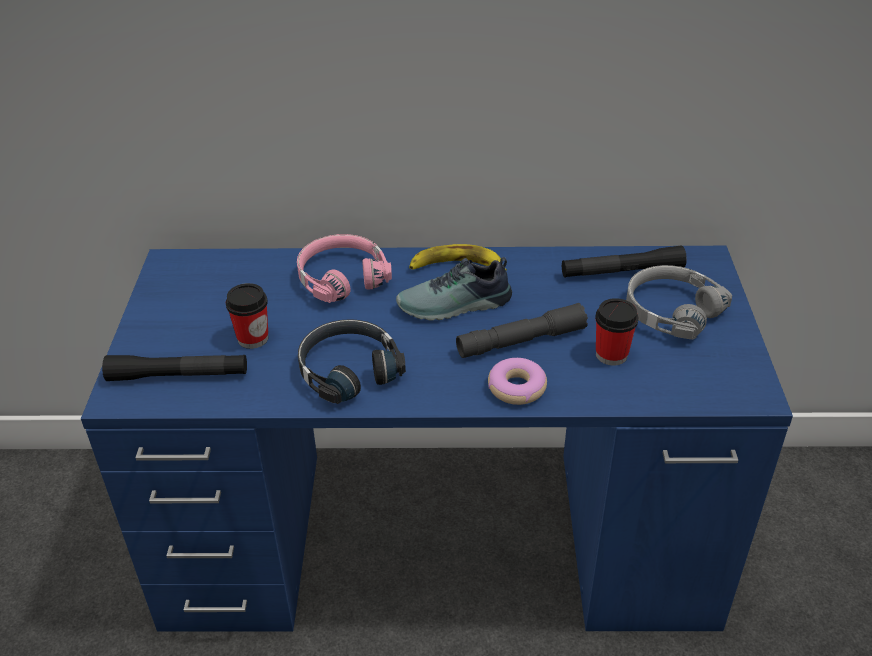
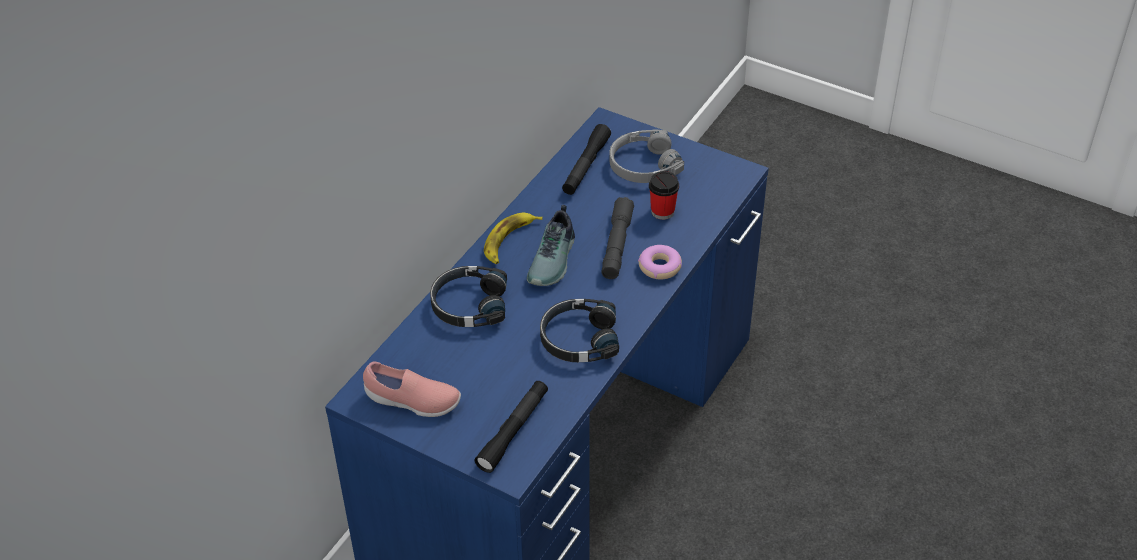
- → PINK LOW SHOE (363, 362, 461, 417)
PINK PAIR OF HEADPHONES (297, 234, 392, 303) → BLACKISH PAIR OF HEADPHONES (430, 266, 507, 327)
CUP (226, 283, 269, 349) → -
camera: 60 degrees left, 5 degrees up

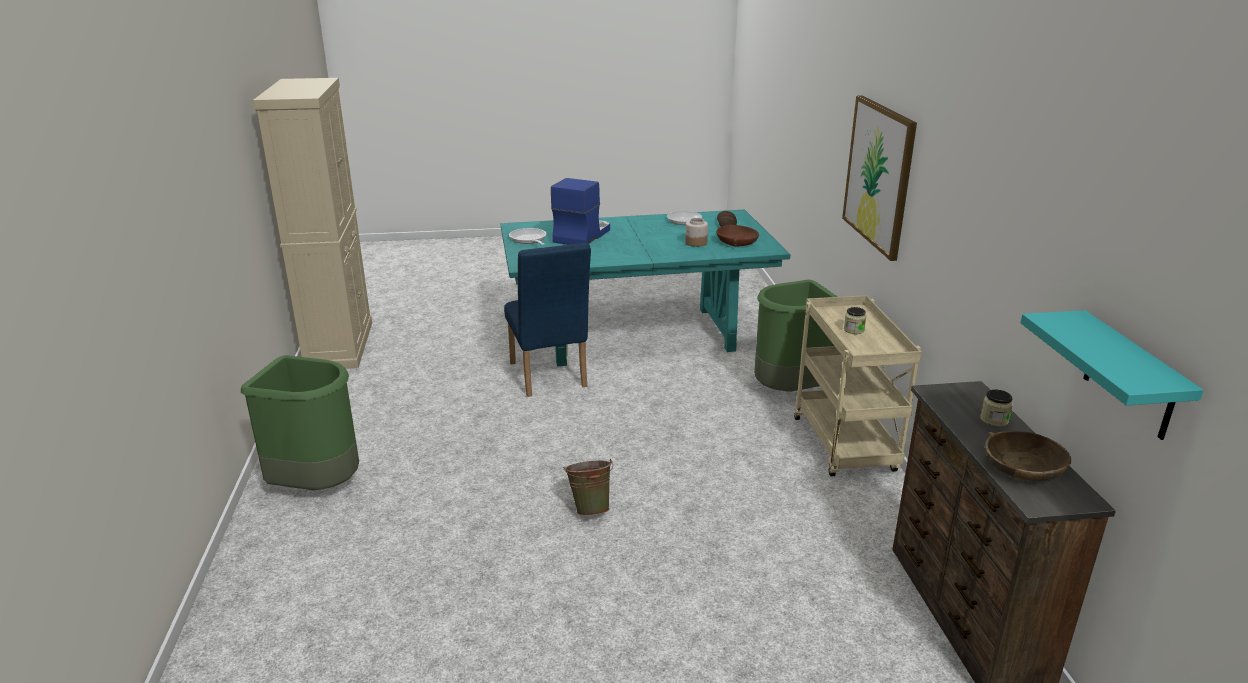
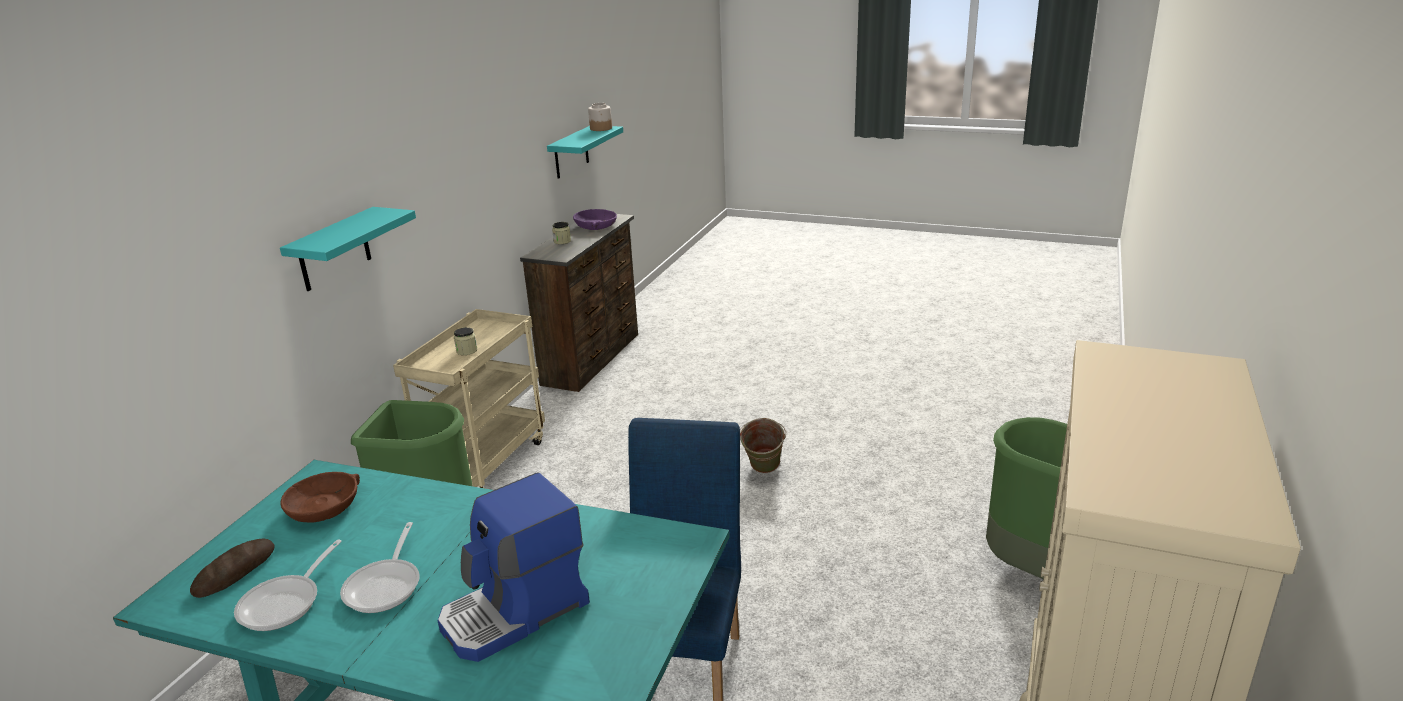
WALL PICTURE (842, 95, 917, 261) → TURQUOISE BRACKET SHELF (280, 207, 416, 291)
FRYING PAN (509, 228, 546, 245) → FRYING PAN (340, 522, 420, 613), moved
BROWN-COLOURED SERVING BOWL (985, 431, 1071, 481) → PURPLE SERVING BOWL (573, 209, 617, 230)
JAR (685, 218, 708, 247) → JAR (588, 103, 612, 131), moved
camera: 150 degrees left, 0 degrees up

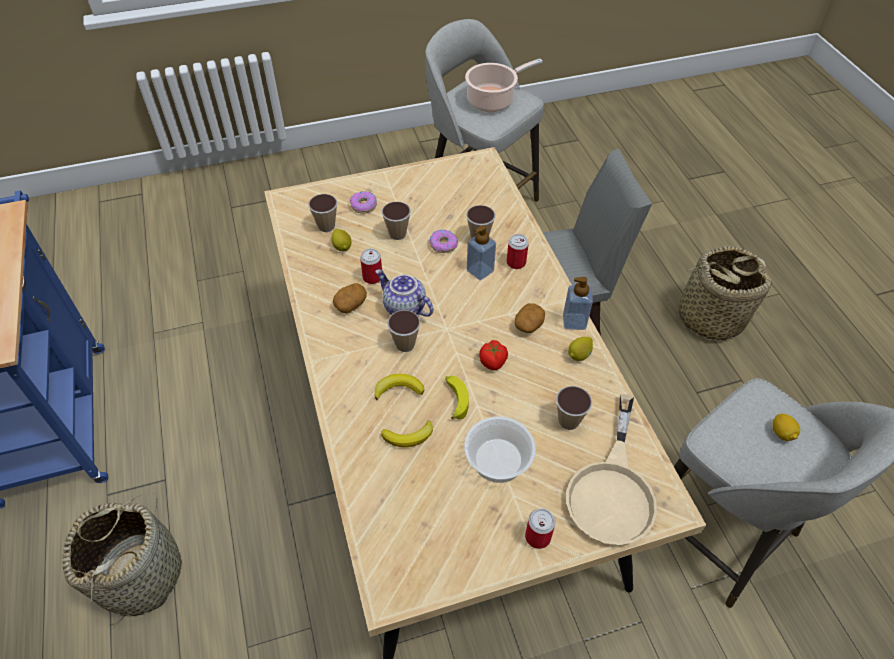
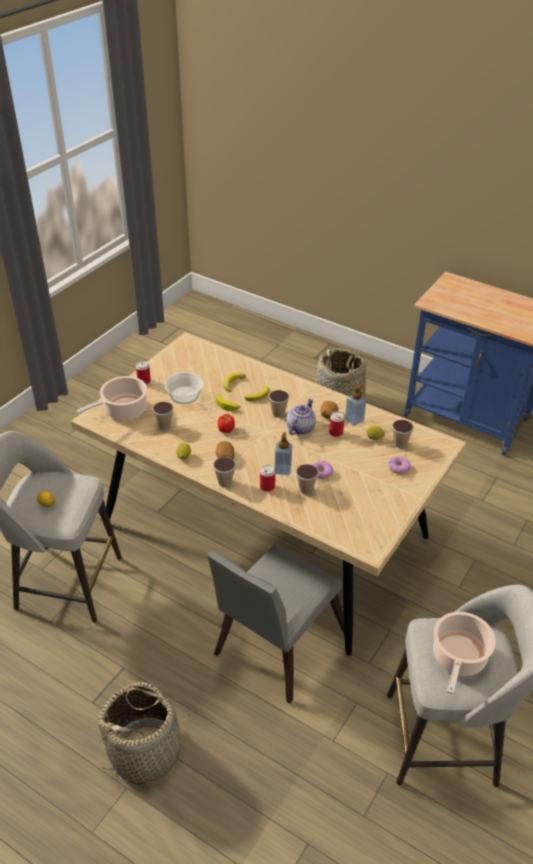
BEIGE FRYING PAN (566, 394, 657, 545) → STOCKPOT (77, 376, 147, 421)
CUP (382, 201, 411, 240) → CUP (213, 457, 236, 487), moved
POT FOR TEA (375, 269, 434, 317) → POT FOR TEA (286, 399, 316, 435), 60 degrees counterclockwise
SOAP DISPENSER (563, 277, 593, 330) → SOAP DISPENSER (345, 385, 366, 426), moved
camera: 140 degrees right, 10 degrees down

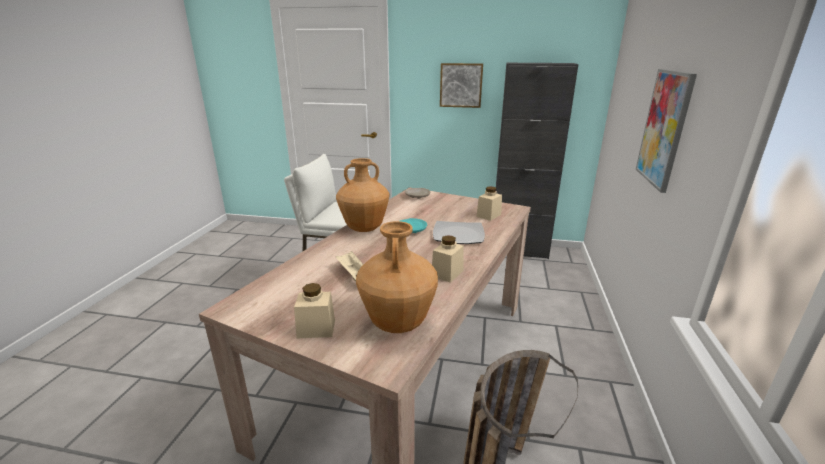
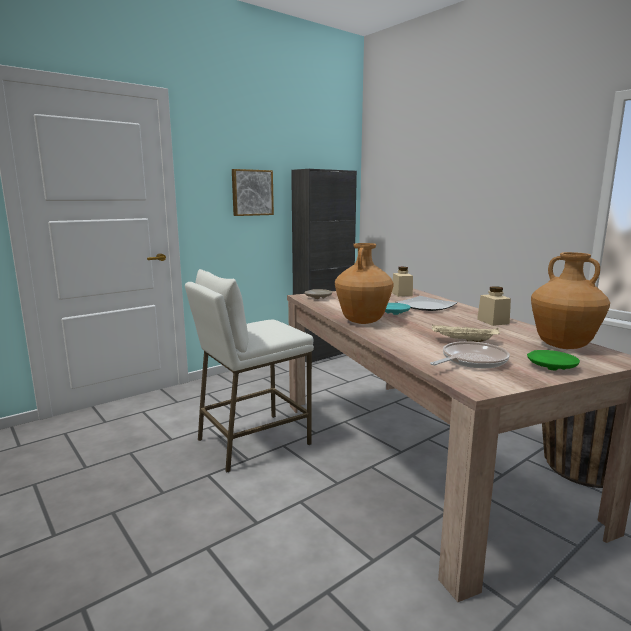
- → FRYING PAN (430, 341, 510, 368)
BEIGE JAR (294, 283, 335, 338) → GREEN-COLOURED FLAT DISH (527, 350, 580, 371)
WALL PICTURE (636, 69, 697, 193) → -
camera: 50 degrees left, 10 degrees down

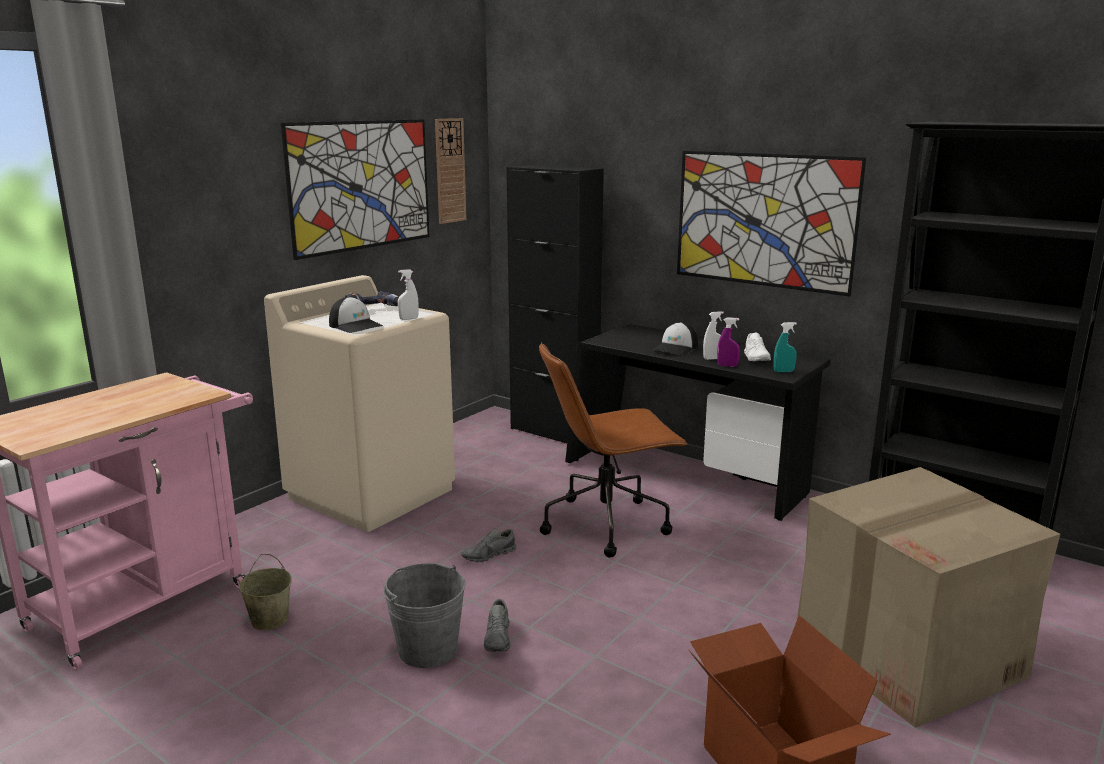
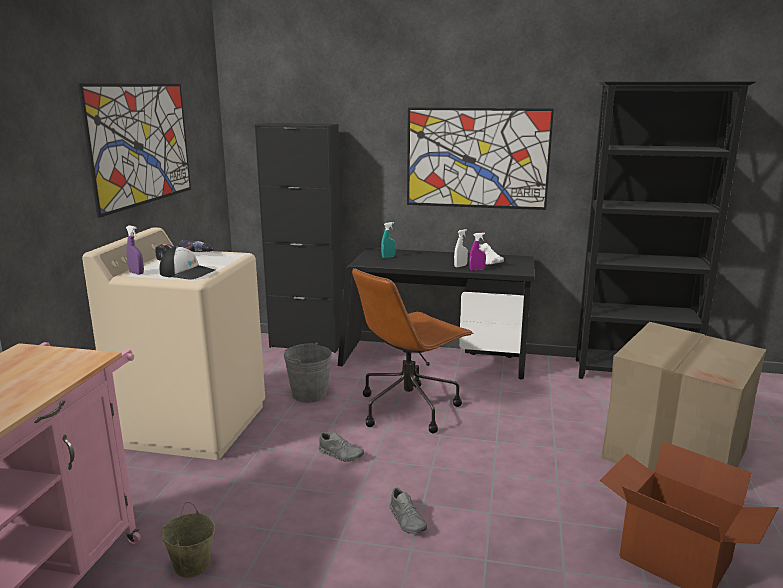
- → PURPLE SPRAY BOTTLE (126, 225, 144, 274)
GREYISH PAIL (384, 563, 465, 668) → GREYISH PAIL (284, 342, 332, 402), moved
GREYISH LOW SHOE (462, 528, 516, 562) → GREYISH LOW SHOE (318, 432, 364, 462), 90 degrees counterclockwise
TURQUOISE SPRAY BOTTLE (773, 322, 797, 372) → TURQUOISE SPRAY BOTTLE (381, 222, 396, 258), moved
WHITE SPRAY BOTTLE (398, 269, 419, 320) → -
HANGING CLOCK (435, 118, 466, 224) → -
BASEBALL CAP (653, 322, 698, 355) → -
camera: 25 degrees left, 0 degrees up

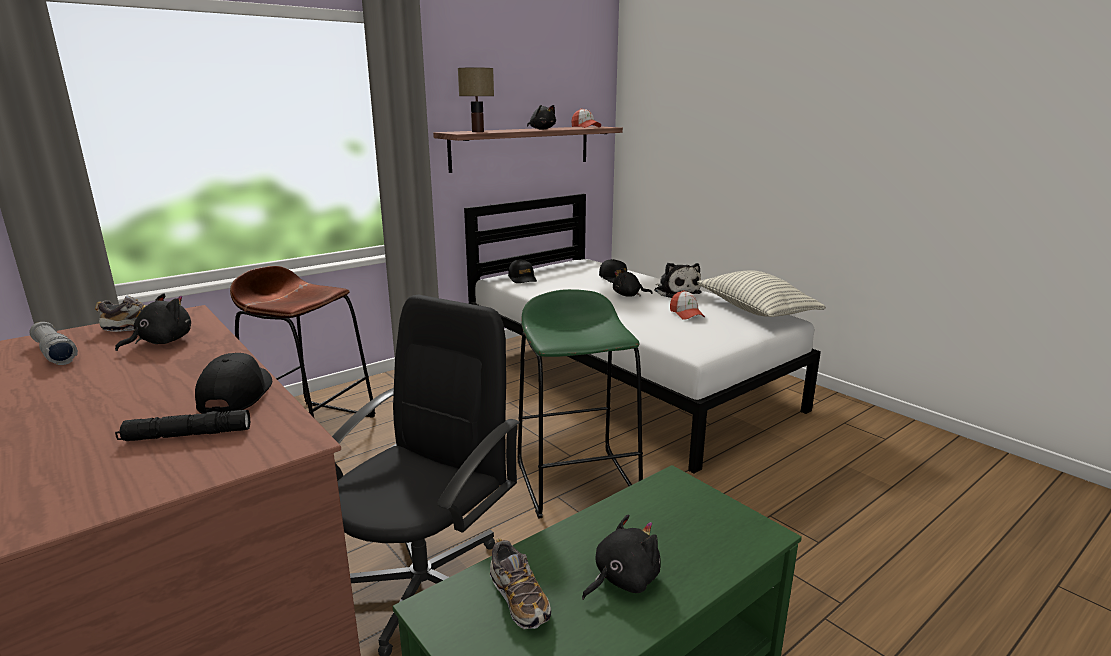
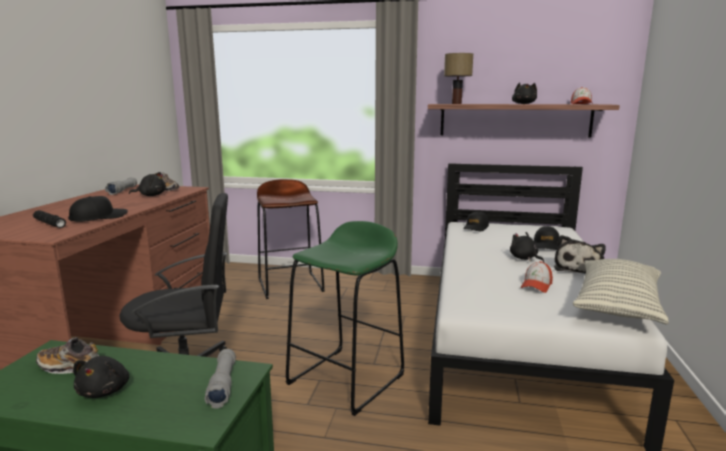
LOW SHOE (490, 538, 551, 629) → LOW SHOE (36, 337, 99, 374), 75 degrees clockwise
BLACKISH SOFT TOY (582, 514, 661, 600) → BLACKISH SOFT TOY (73, 356, 129, 398), 75 degrees clockwise
- → GREYISH HAND TORCH (205, 349, 236, 408)
camera: 50 degrees right, 5 degrees down

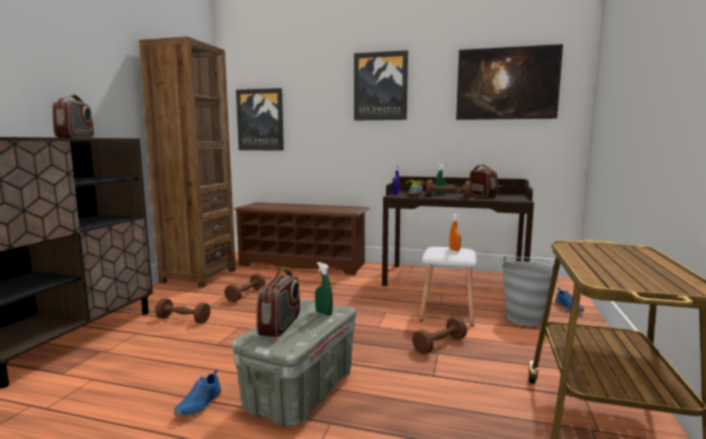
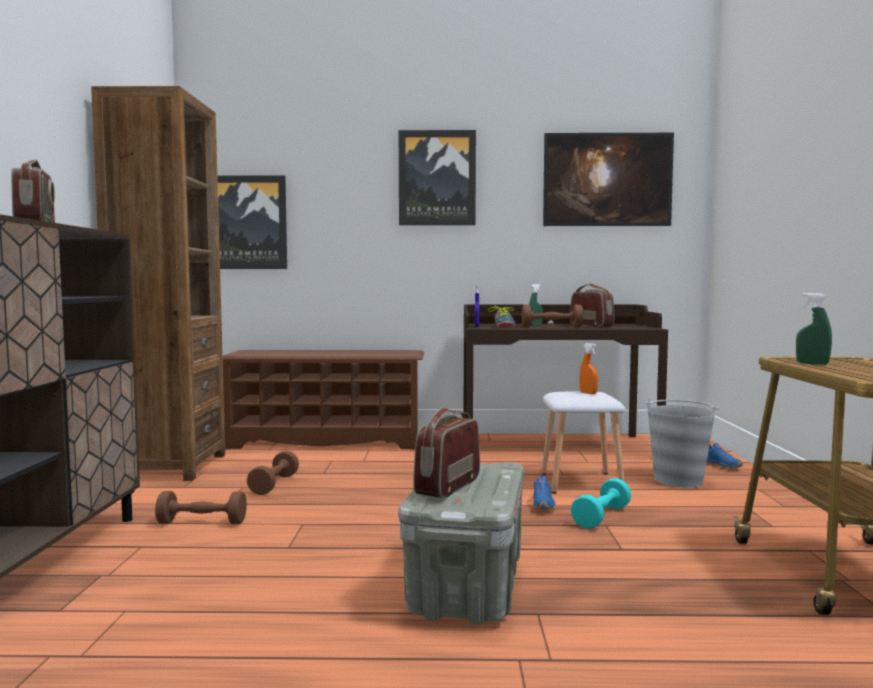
RADIO RECEIVER (257, 269, 300, 337) → RADIO RECEIVER (414, 407, 480, 498), 150 degrees counterclockwise
BLUE LOW SHOE (174, 369, 222, 417) → BLUE LOW SHOE (533, 473, 556, 510), moved
BROWN-COLOURED FREE WEIGHT (412, 317, 467, 354) → TURQUOISE FREE WEIGHT (571, 478, 631, 529)
GREEN-COLOURED SPRAY BOTTLE (315, 262, 333, 316) → GREEN-COLOURED SPRAY BOTTLE (796, 293, 832, 365), moved
camera: 15 degrees left, 5 degrees down

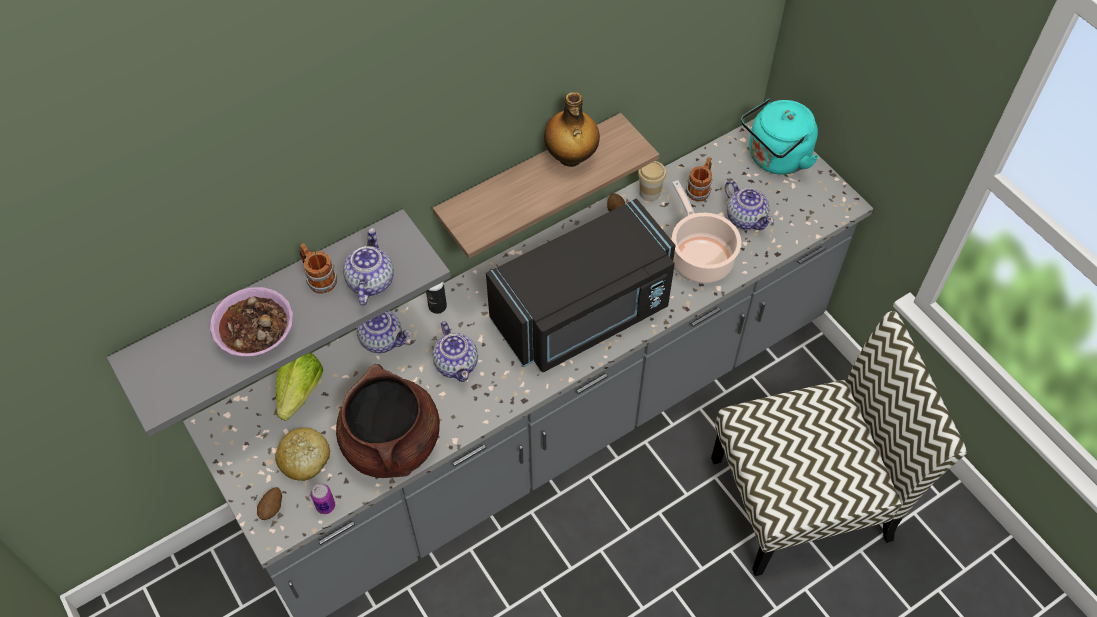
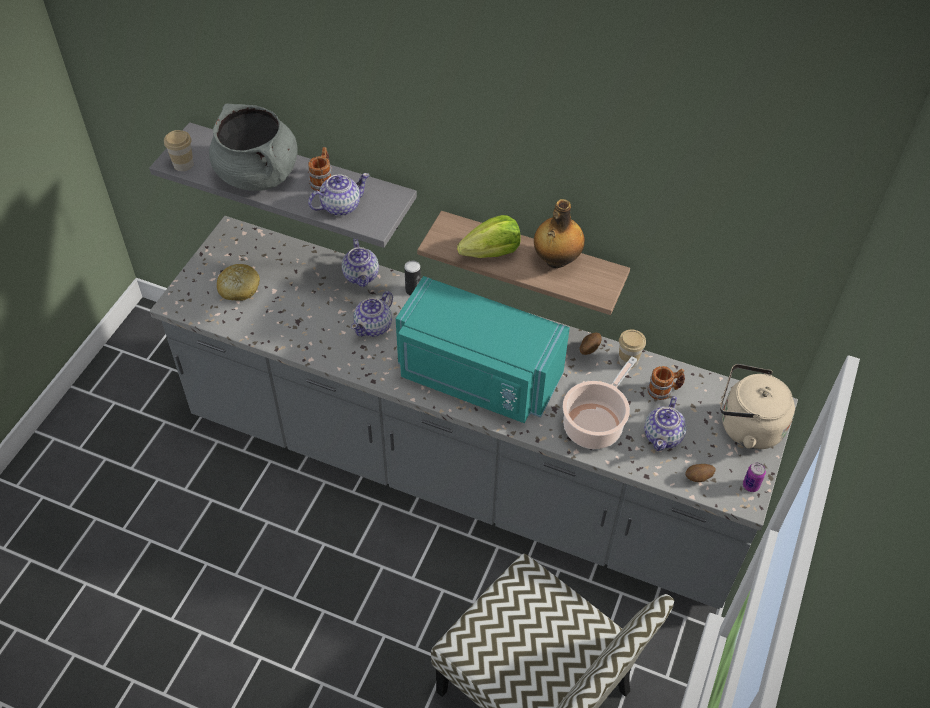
- → CUP (164, 130, 194, 171)
SERVING BOWL (210, 287, 293, 357) → GREYISH STOCKPOT (209, 103, 298, 191)
BLACKISH MICROWAVE (486, 199, 676, 372) → TURQUOISE MICROWAVE (396, 276, 570, 423)
HEAD OF LETTUCE (276, 352, 323, 421) → HEAD OF LETTUCE (457, 215, 521, 258), moved
POTATO (257, 487, 282, 520) → POTATO (686, 464, 716, 482), moved
TURQUOISE KETTLE (741, 98, 819, 175) → BEIGE KETTLE (720, 364, 795, 450)
METAL CAN (311, 483, 335, 514) → METAL CAN (743, 463, 766, 492), moved
BROWN-COLOURED STOCKPOT (336, 364, 440, 478) → -
camera: 55 degrees right, 5 degrees down

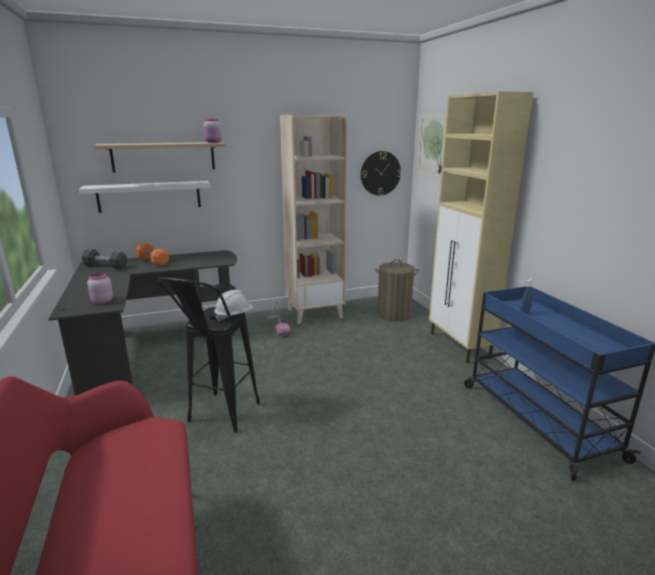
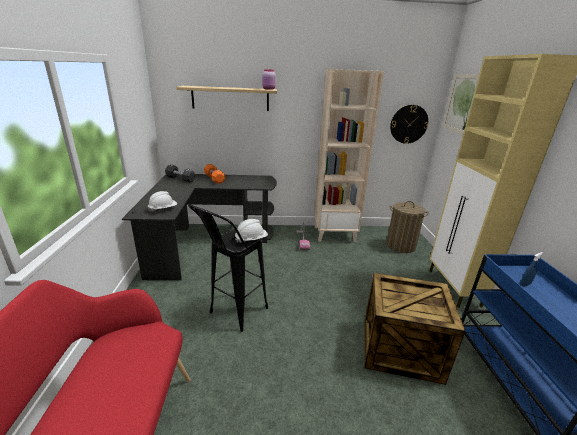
PINK JAR (87, 273, 113, 304) → WHITE SAFETY HELMET (148, 191, 177, 212)
- → SHIPPING CRATE (365, 273, 466, 385)
WHITE BRACKET SHELF (79, 181, 211, 213) → -
camera: 15 degrees right, 5 degrees up

